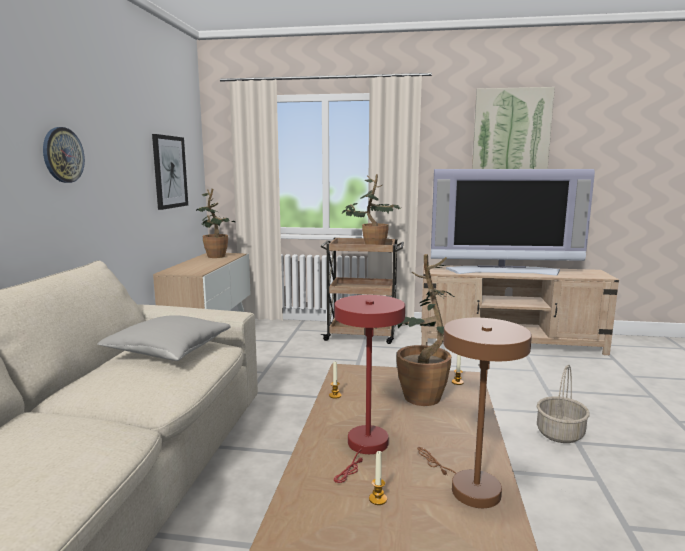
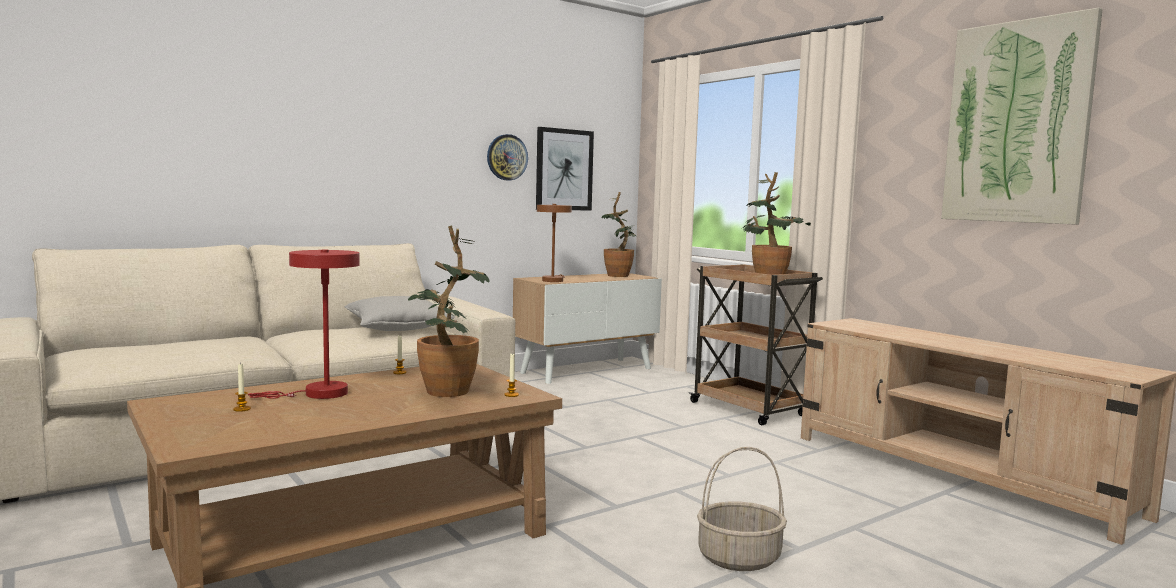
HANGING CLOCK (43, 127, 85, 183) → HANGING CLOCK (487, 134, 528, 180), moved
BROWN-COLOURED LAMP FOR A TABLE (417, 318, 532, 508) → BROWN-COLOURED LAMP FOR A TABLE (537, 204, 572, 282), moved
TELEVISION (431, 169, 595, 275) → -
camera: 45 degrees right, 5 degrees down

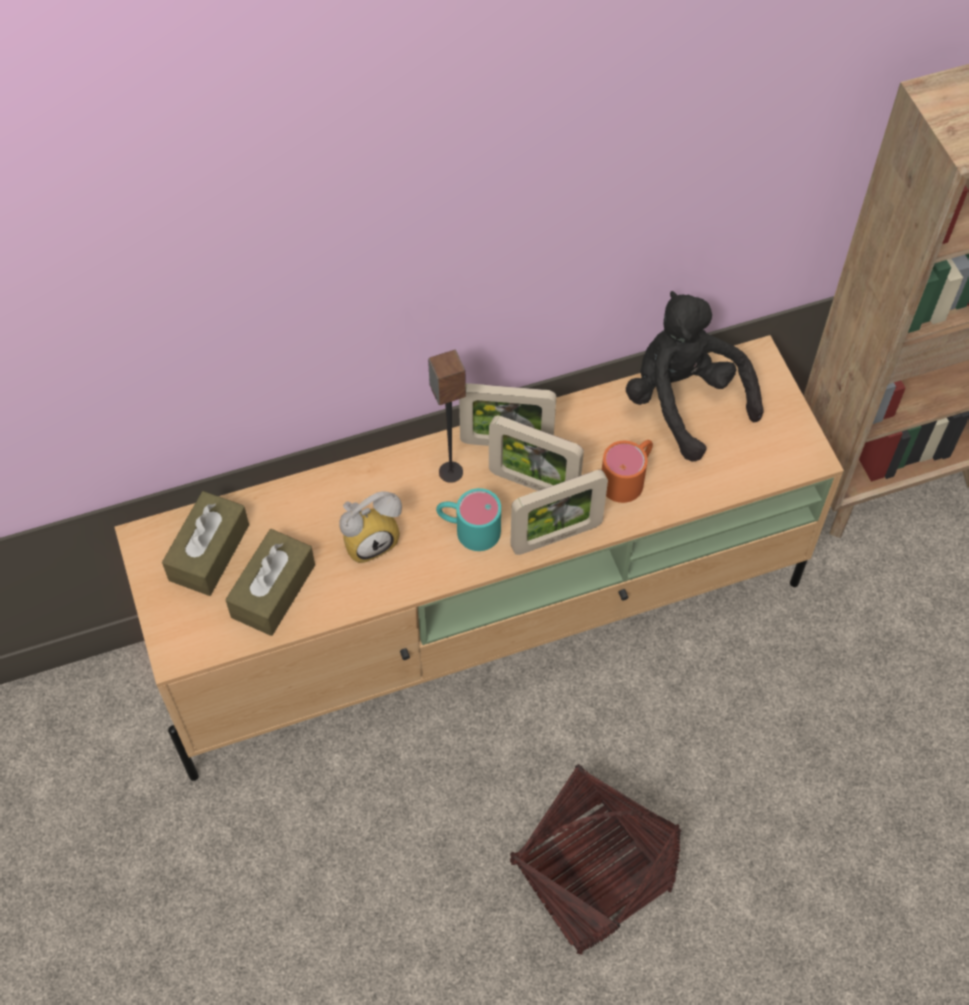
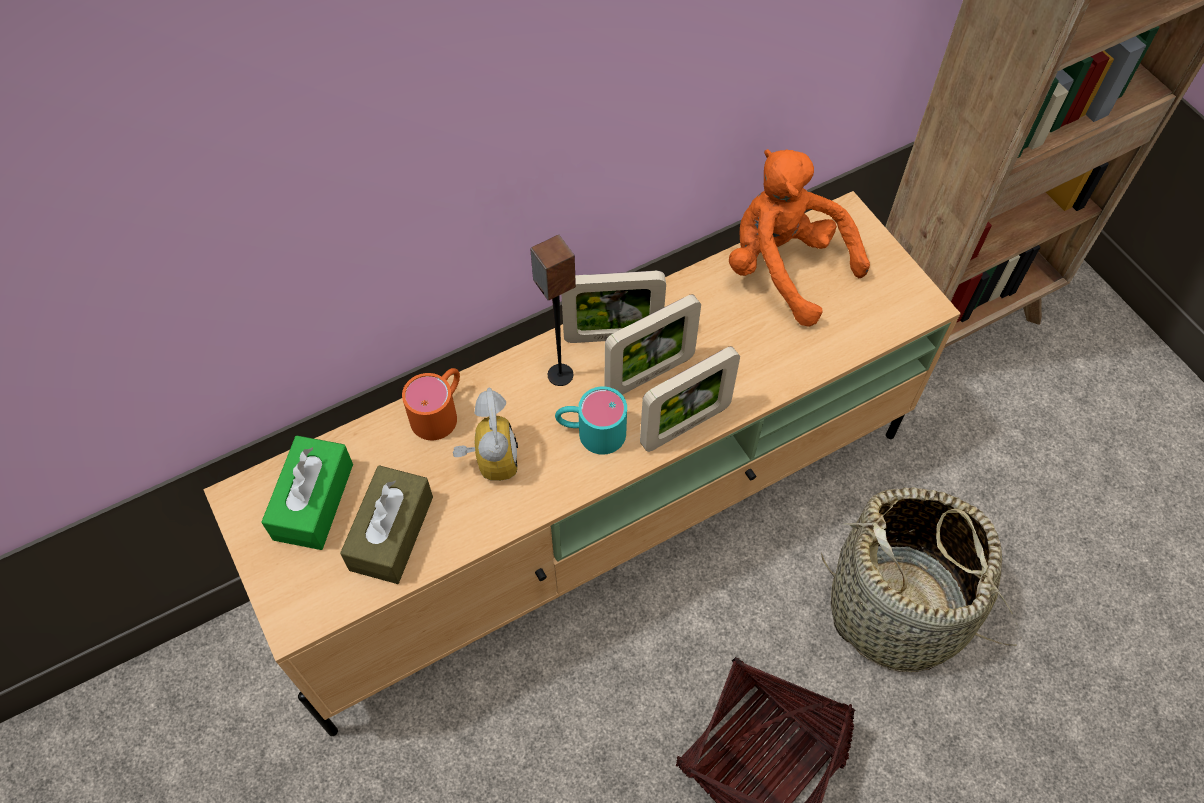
BROWN-COLOURED BOX OF TISSUES (162, 491, 249, 596) → GREEN-COLOURED BOX OF TISSUES (261, 436, 353, 550)
ORANGEY TEA MUG (602, 440, 653, 503) → ORANGEY TEA MUG (402, 368, 460, 440), moved
BEDSIDE CLOCK (339, 491, 402, 563) → BEDSIDE CLOCK (453, 388, 518, 481), 60 degrees counterclockwise
STANDING FRAME (489, 416, 584, 491) → STANDING FRAME (605, 295, 701, 395), 45 degrees counterclockwise
BLACKISH SOFT TOY (626, 291, 764, 462) → ORANGEY SOFT TOY (729, 149, 870, 327)
- → HOUSEHOLD BASKET (821, 487, 1019, 672)
camera: 10 degrees left, 0 degrees up

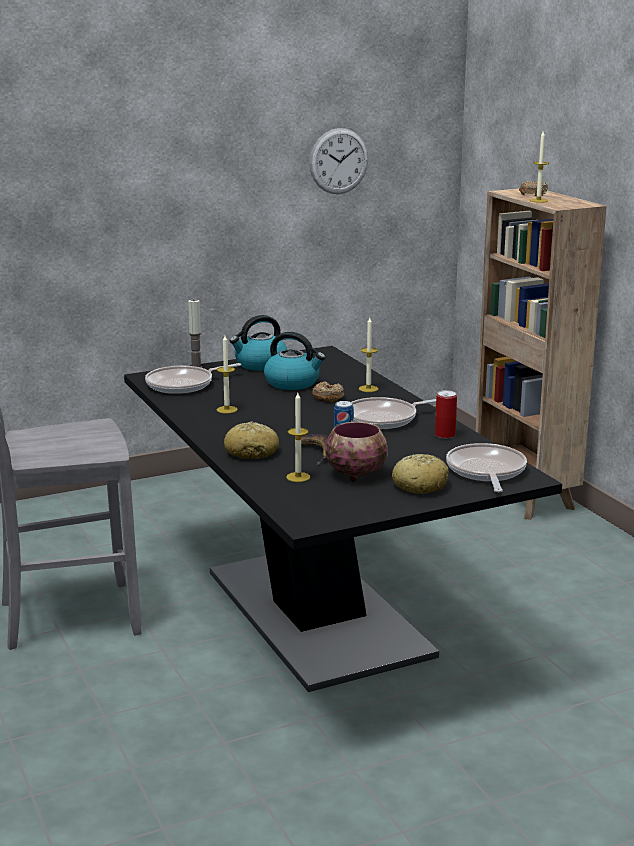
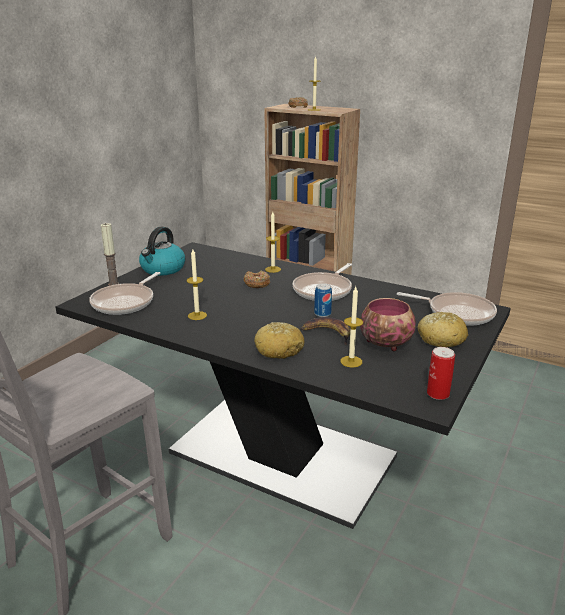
FRYING PAN (446, 443, 527, 492) → FRYING PAN (397, 292, 497, 326), 150 degrees clockwise
METAL CAN (435, 390, 457, 439) → METAL CAN (427, 347, 455, 400), moved
KETTLE (264, 332, 326, 390) → -
HANGING CLOCK (309, 128, 368, 194) → -
camera: 35 degrees left, 5 degrees up

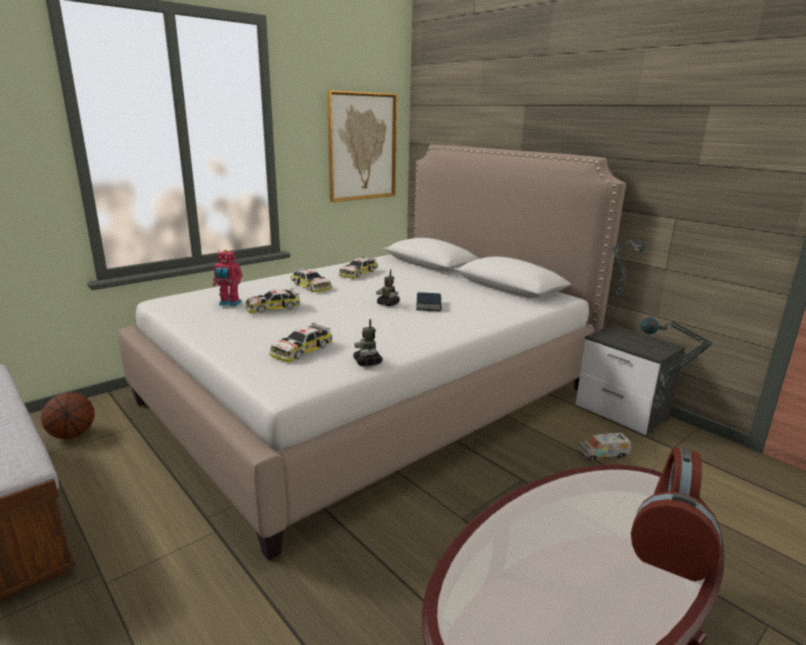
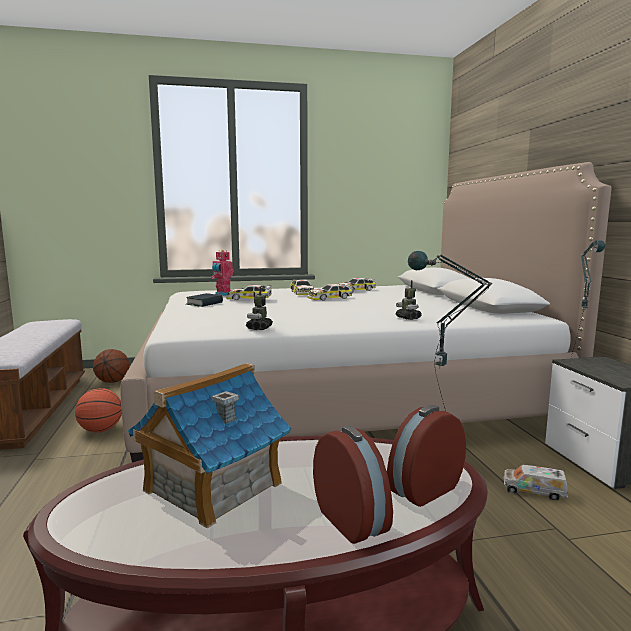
- → BASKETBALL BALL (75, 388, 122, 433)
- → MINIATURE HOUSE (128, 363, 291, 529)
BOOK (416, 292, 442, 311) → BOOK (186, 293, 223, 307), moved
MINIATURE CAR (269, 322, 332, 362) → MINIATURE CAR (307, 284, 352, 300), moved
MODEL ROBOT (376, 269, 400, 307) → MODEL ROBOT (396, 280, 422, 320), moved
WALL PICTURE (327, 90, 397, 202) → -
camera: 30 degrees right, 10 degrees down

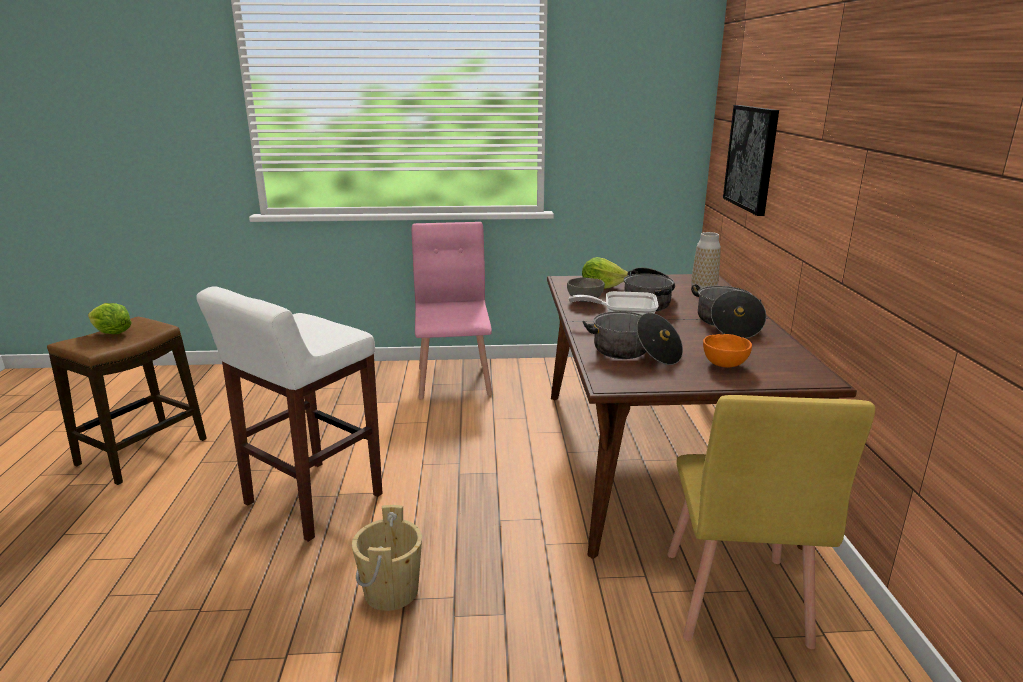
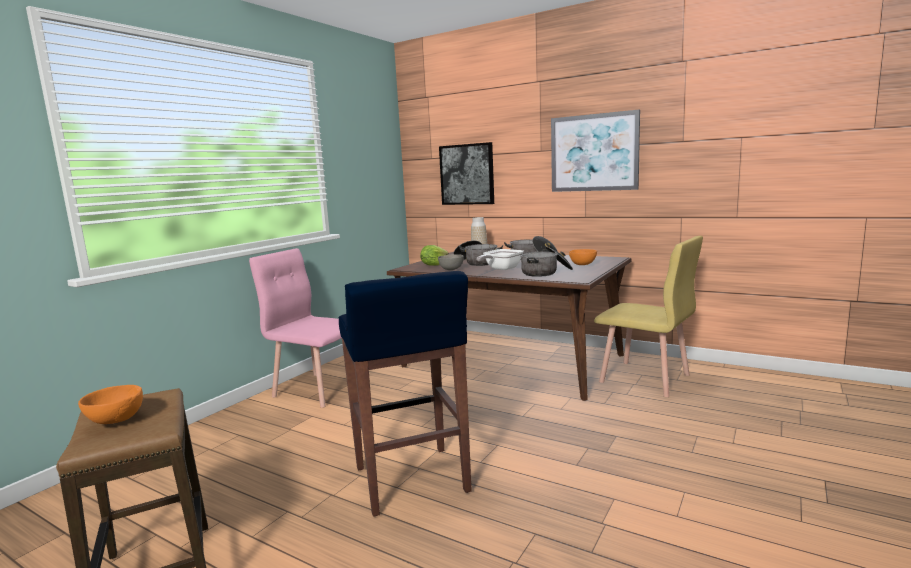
HEAD OF LETTUCE (88, 303, 132, 334) → ORANGEY SERVING BOWL (78, 385, 143, 424)
WHITE STOOL (196, 286, 383, 542) → BLUE STOOL (339, 271, 472, 517)
- → WALL PICTURE (551, 110, 640, 192)
BEIGE PAIL (352, 505, 422, 611) → -
camera: 55 degrees left, 10 degrees down

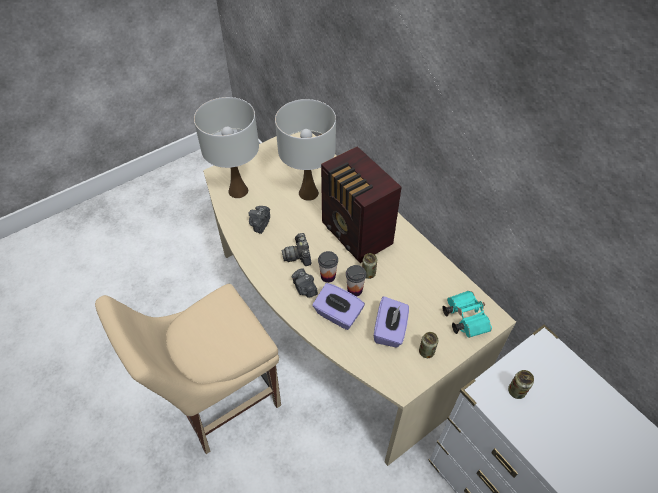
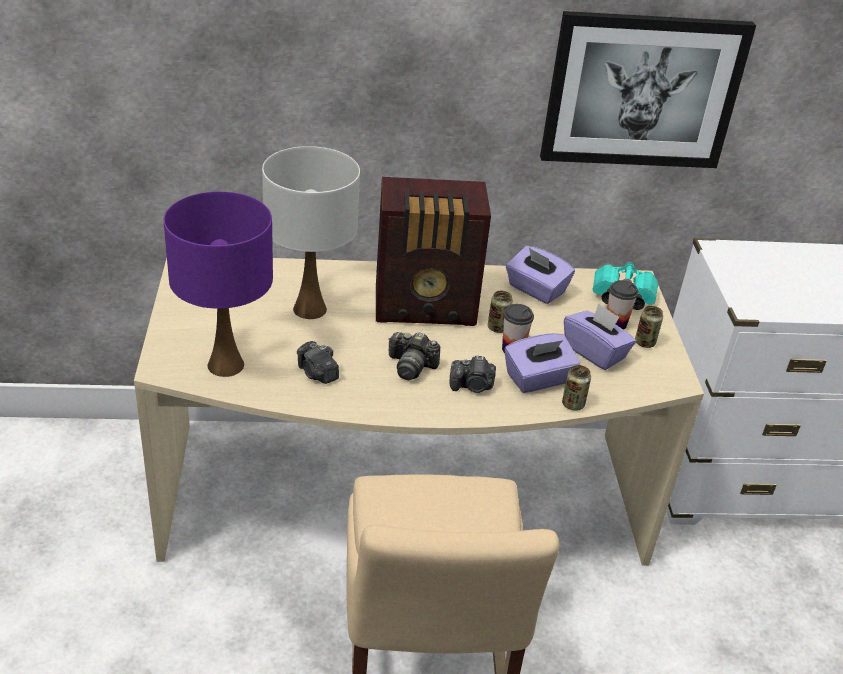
WHITE LAMP FOR A TABLE (194, 97, 259, 198) → PURPLE LAMP FOR A TABLE (164, 191, 273, 377)
- → PURPLE BOX OF TISSUES (506, 246, 575, 304)
- → WALL PICTURE (540, 11, 756, 168)
METAL CAN (508, 370, 534, 399) → METAL CAN (562, 365, 591, 411), moved
CUP (318, 251, 338, 283) → CUP (607, 280, 639, 330), moved
camera: 60 degrees left, 15 degrees down

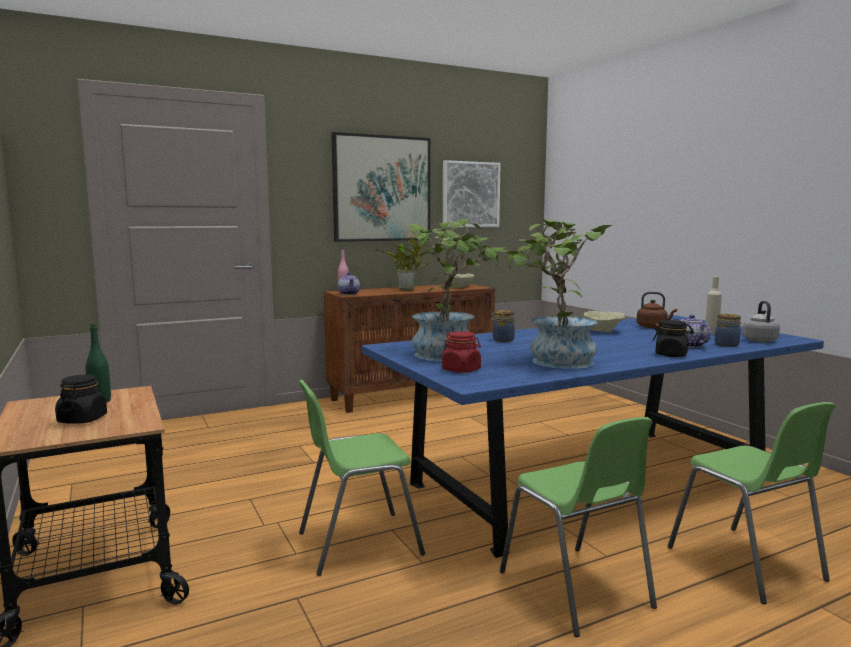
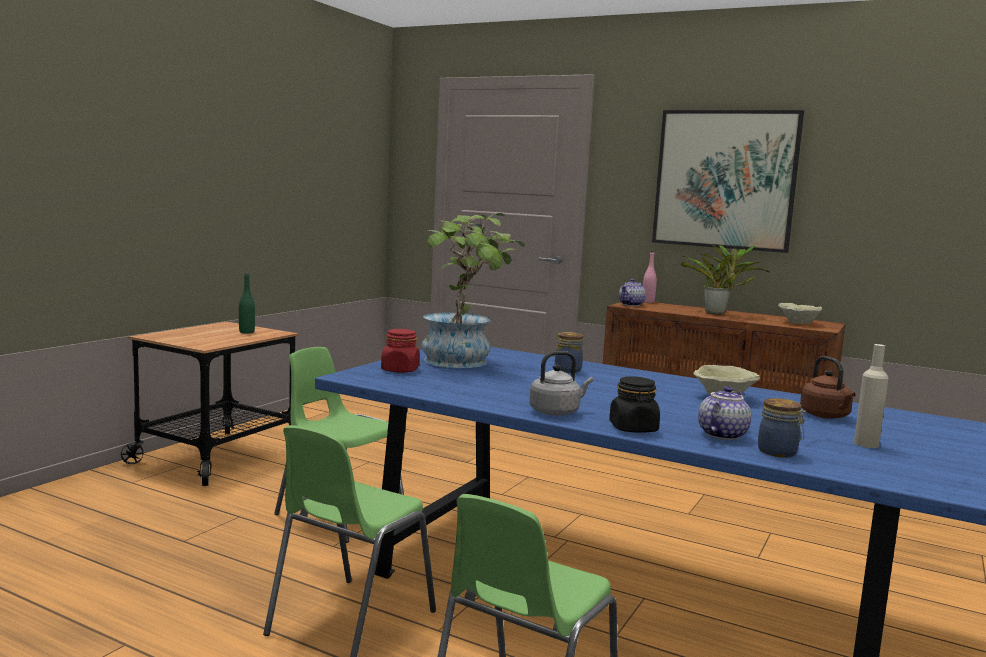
GREYISH KETTLE (742, 301, 780, 342) → GREYISH KETTLE (529, 351, 593, 416), moved
BLACKISH JAR (55, 375, 107, 424) → -
WALL PICTURE (443, 160, 501, 227) → -
HOUSEPLANT (500, 219, 612, 369) → -
camera: 55 degrees right, 0 degrees up

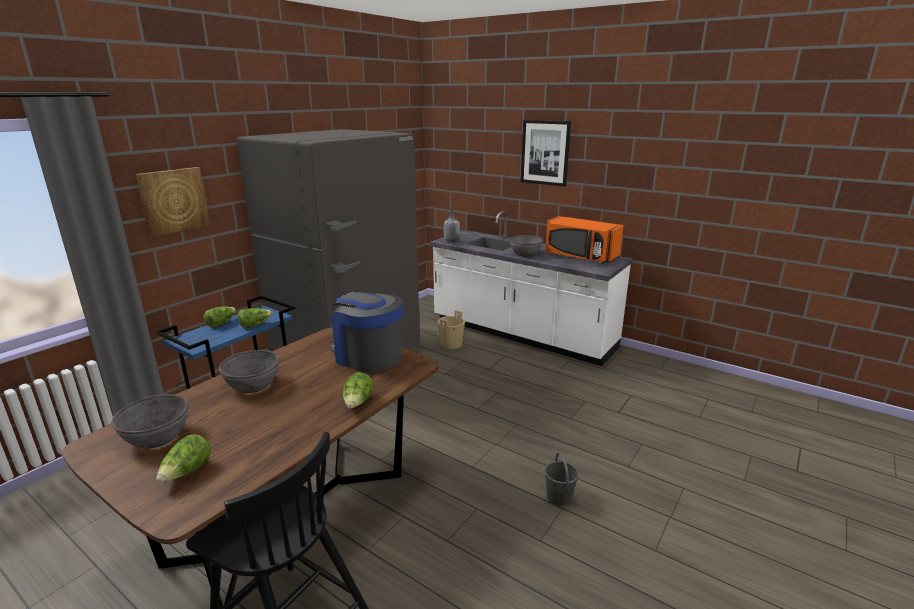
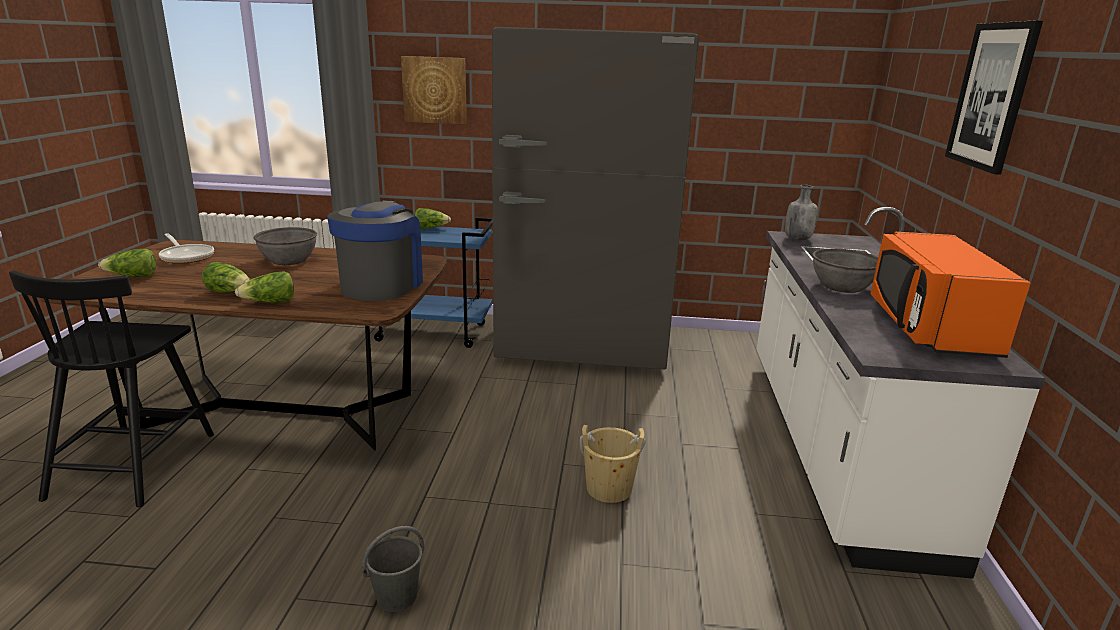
GREYISH SERVING BOWL (111, 394, 189, 449) → FRYING PAN (159, 233, 214, 264)
HEAD OF LETTUCE (238, 308, 273, 329) → HEAD OF LETTUCE (202, 262, 250, 293), moved
BEIGE PAIL (438, 310, 465, 349) → BEIGE PAIL (580, 425, 646, 503), moved
camera: 60 degrees right, 0 degrees up

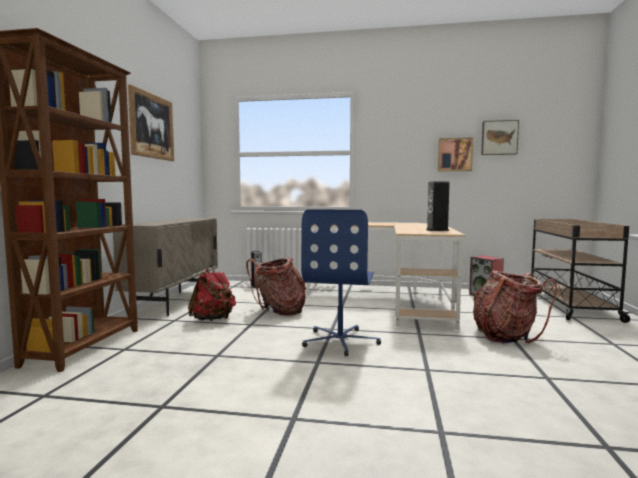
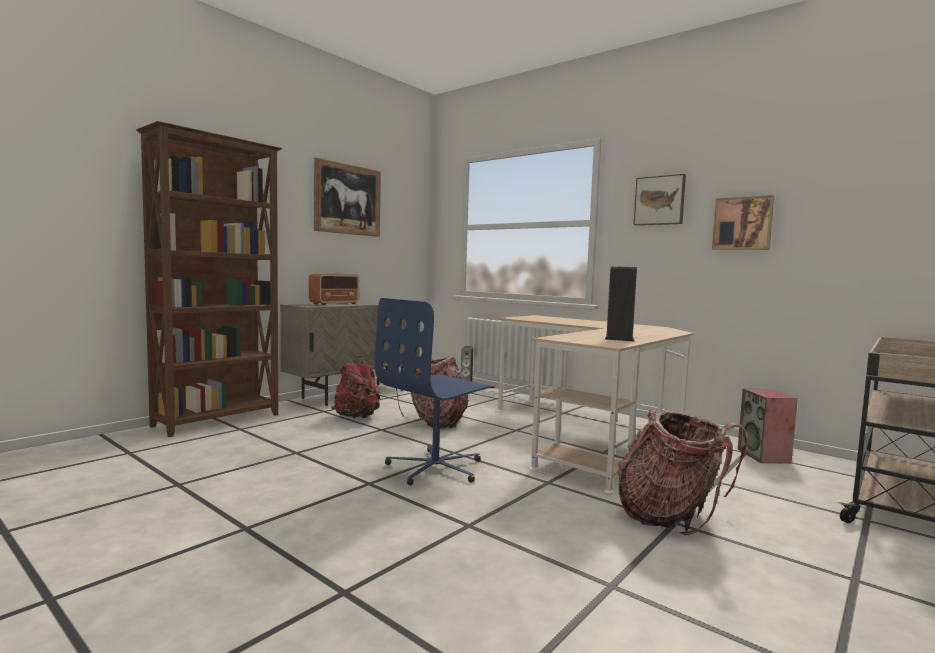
- → RADIO RECEIVER (309, 273, 359, 305)
WALL PICTURE (481, 120, 519, 155) → WALL PICTURE (634, 174, 686, 225), moved
camera: 30 degrees right, 0 degrees up

